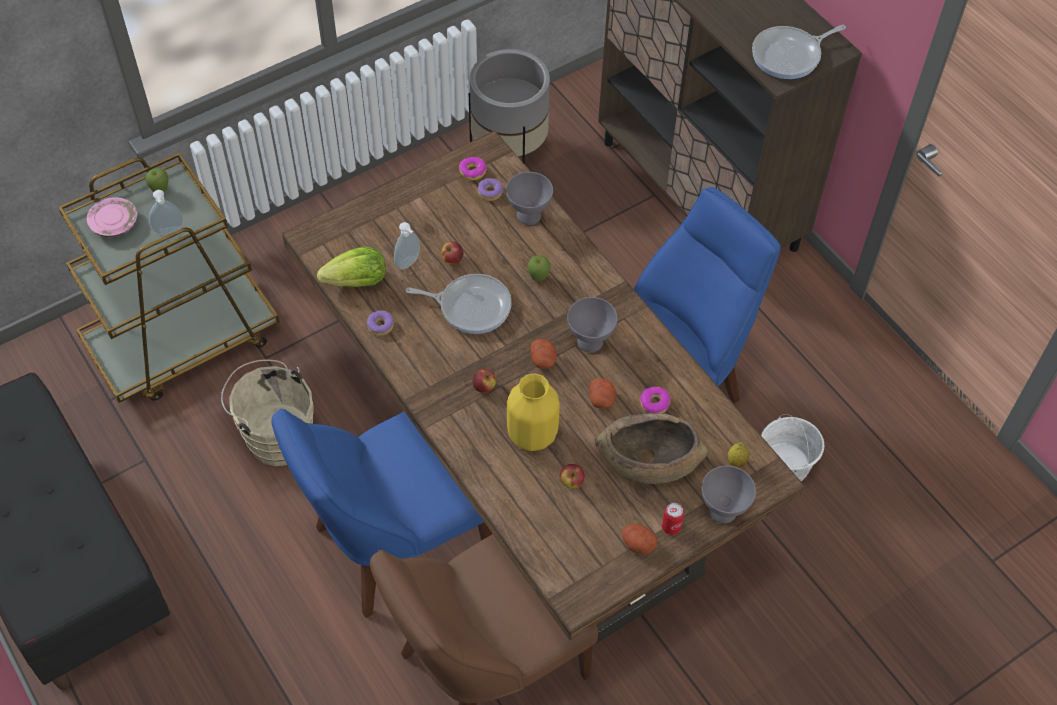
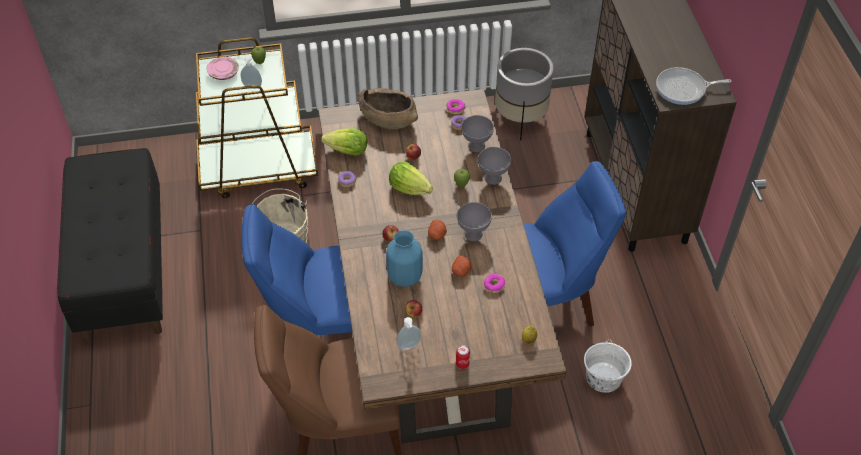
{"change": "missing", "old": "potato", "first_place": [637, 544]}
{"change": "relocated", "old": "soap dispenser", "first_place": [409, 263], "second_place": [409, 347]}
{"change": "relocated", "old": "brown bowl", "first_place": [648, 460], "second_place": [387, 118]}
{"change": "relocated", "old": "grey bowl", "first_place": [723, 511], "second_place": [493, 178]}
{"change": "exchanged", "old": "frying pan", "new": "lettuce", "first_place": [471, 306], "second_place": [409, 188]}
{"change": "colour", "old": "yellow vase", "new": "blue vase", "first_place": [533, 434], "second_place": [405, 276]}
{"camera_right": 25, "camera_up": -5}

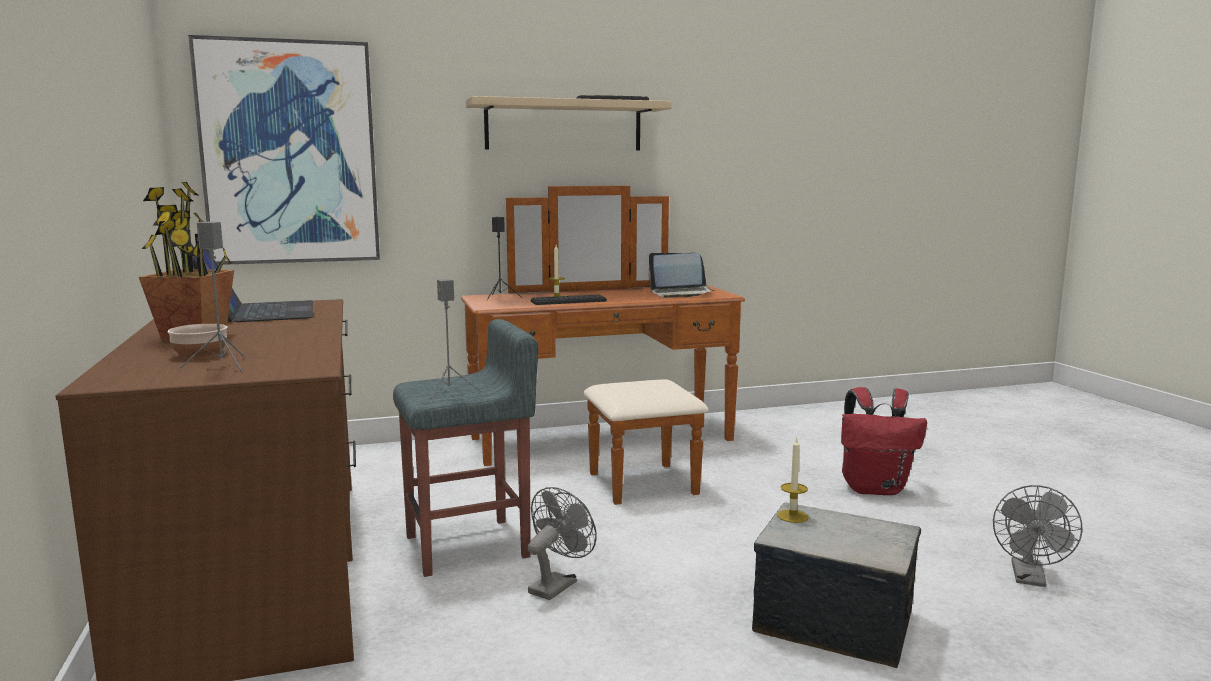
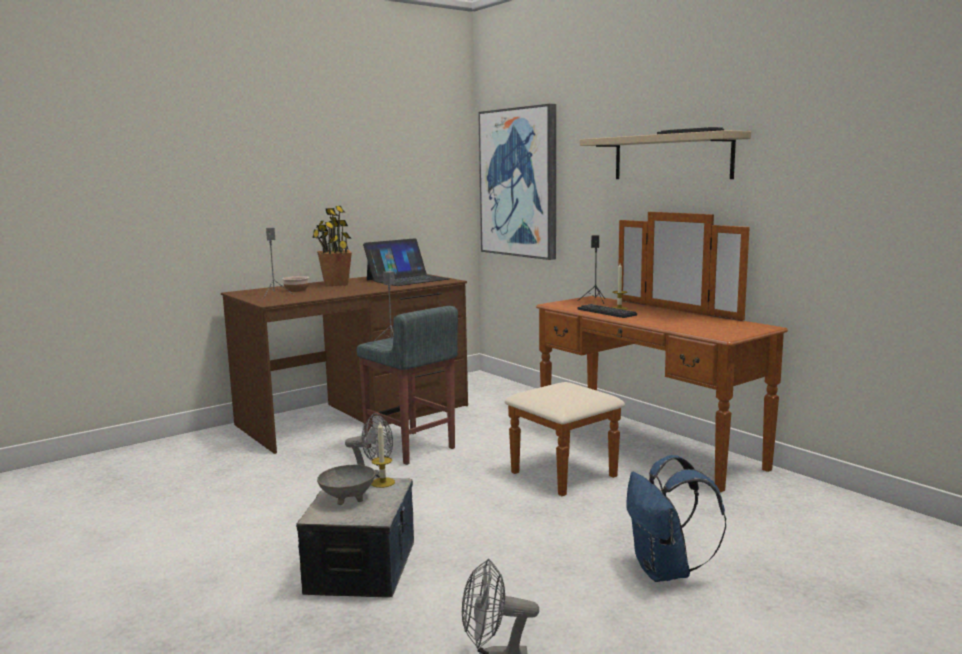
{"change": "missing", "old": "laptop", "first_place": [681, 293]}
{"change": "appeared", "new": "grey bowl", "second_place": [348, 498]}
{"change": "colour", "old": "red backpack", "new": "blue backpack", "first_place": [875, 488], "second_place": [666, 571]}
{"camera_right": 70, "camera_up": 0}

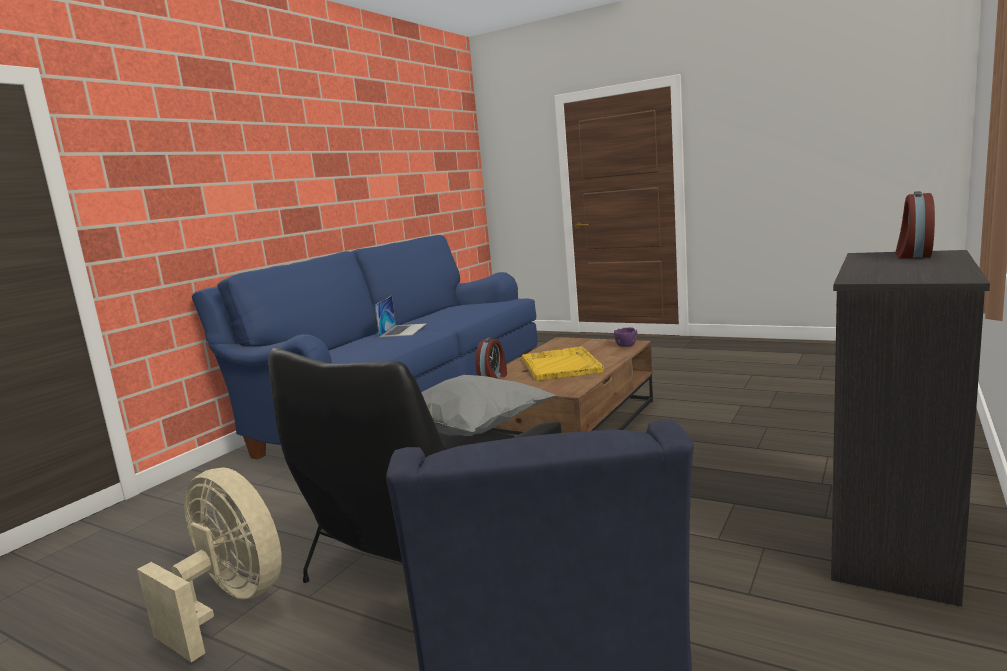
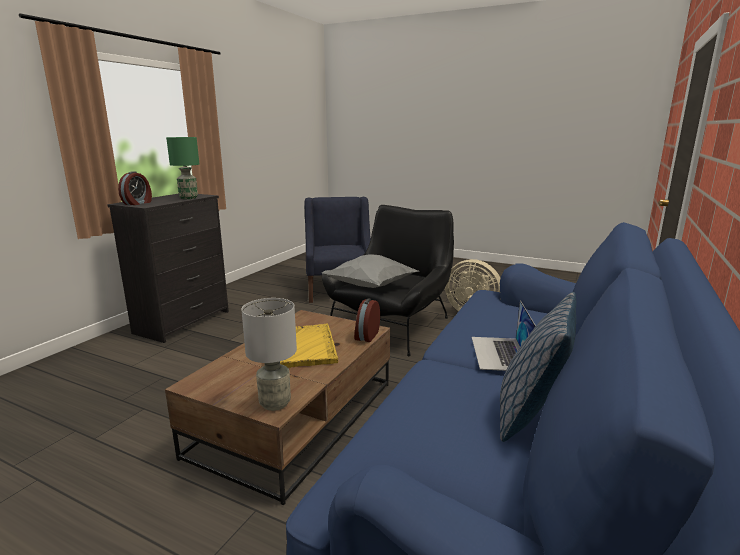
{"change": "missing", "old": "purple bowl", "first_place": [625, 345]}
{"change": "appeared", "new": "green table lamp", "second_place": [188, 198]}
{"change": "appeared", "new": "grey table lamp", "second_place": [275, 403]}
{"change": "appeared", "new": "pillow", "second_place": [531, 413]}
{"camera_right": 175, "camera_up": 5}

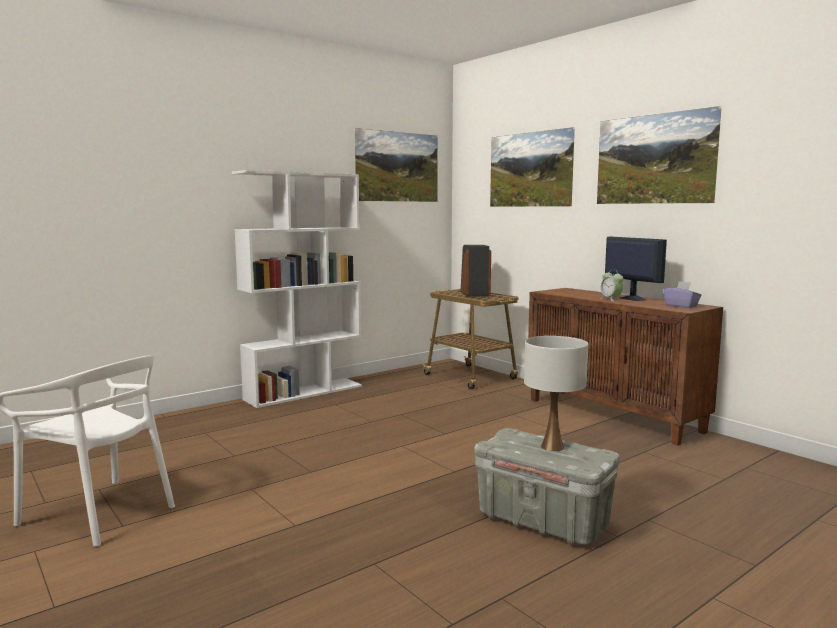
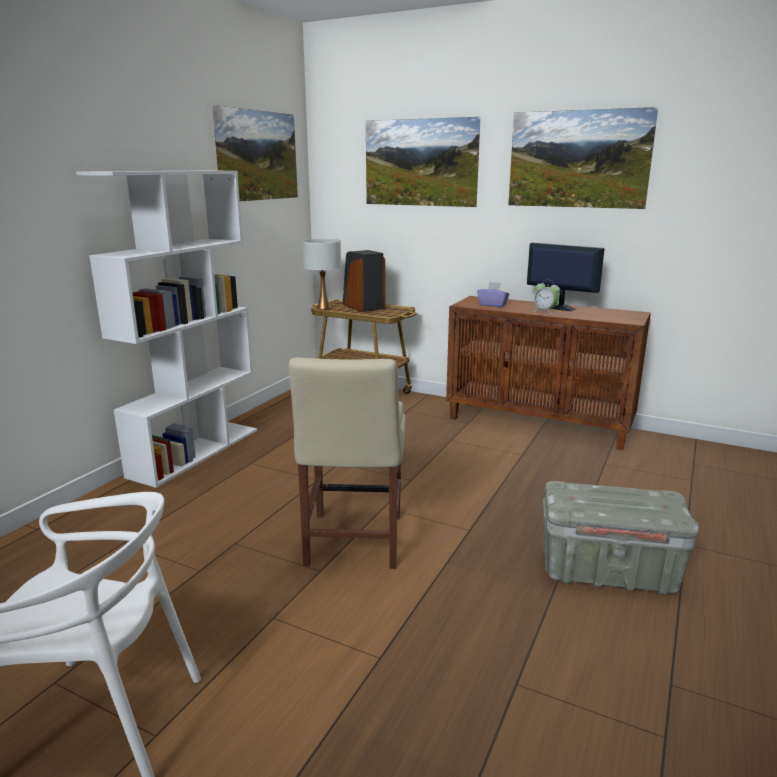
{"change": "appeared", "new": "beige chair", "second_place": [352, 543]}
{"change": "relocated", "old": "white table lamp", "first_place": [552, 446], "second_place": [323, 307]}
{"change": "relocated", "old": "purple tissue box", "first_place": [681, 306], "second_place": [492, 305]}
{"camera_right": -25, "camera_up": 10}

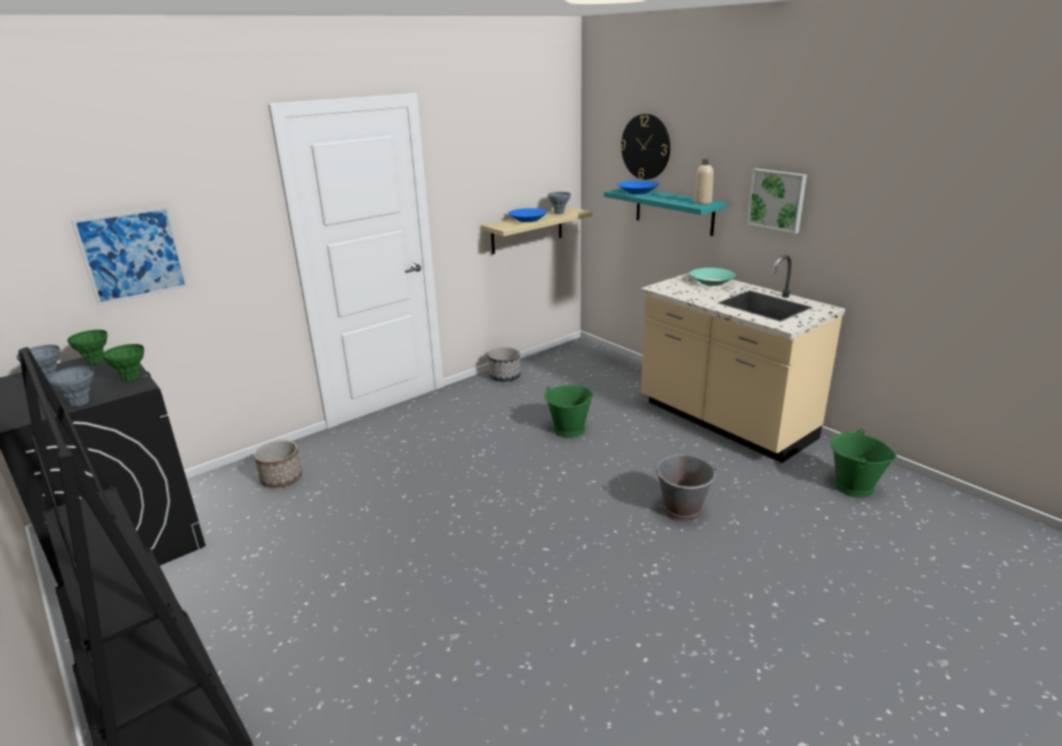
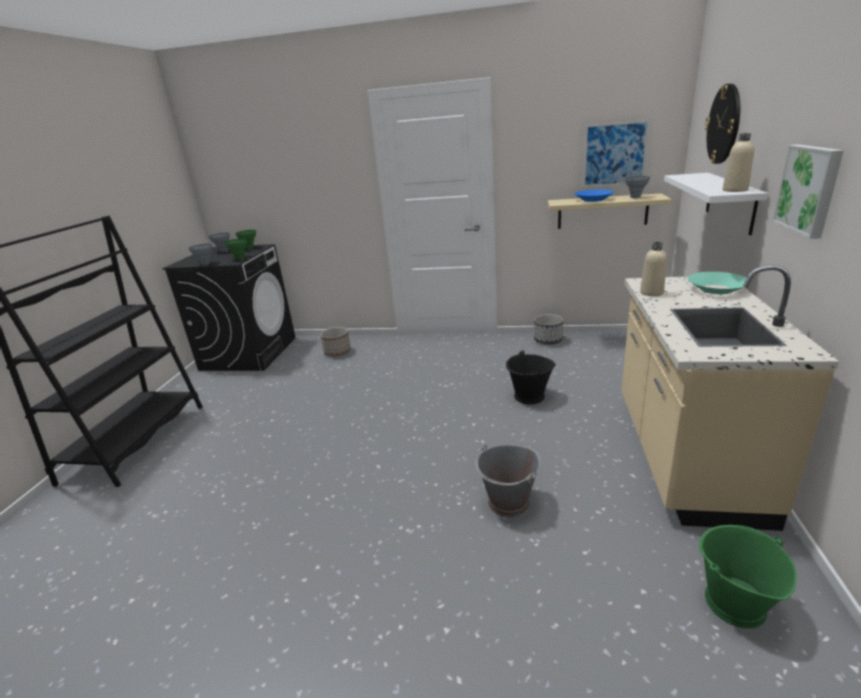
{"change": "missing", "old": "blue bowl", "first_place": [637, 192]}
{"change": "appeared", "new": "beige bottle", "second_place": [651, 293]}
{"change": "relocated", "old": "picture", "first_place": [133, 255], "second_place": [614, 154]}
{"change": "colour", "old": "green bucket", "new": "black bucket", "first_place": [569, 430], "second_place": [529, 396]}
{"change": "colour", "old": "turquoise shelf", "new": "white shelf", "first_place": [674, 210], "second_place": [730, 202]}
{"camera_right": 50, "camera_up": 0}

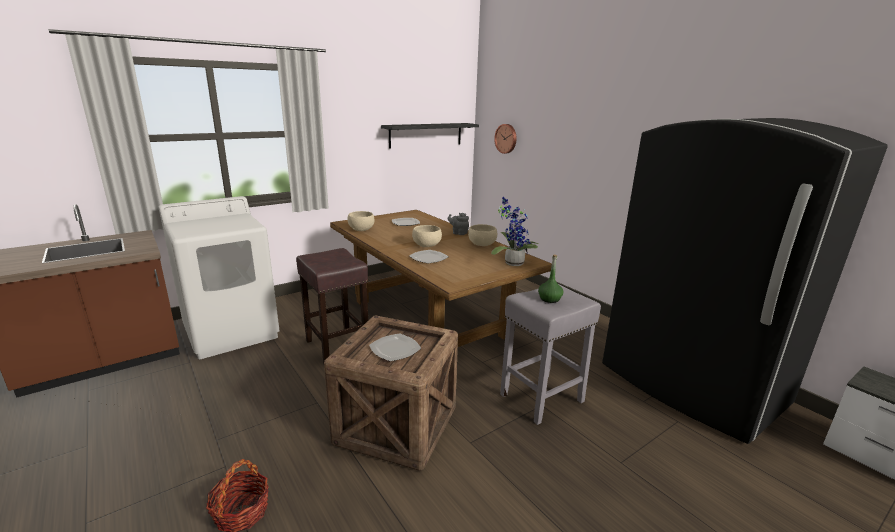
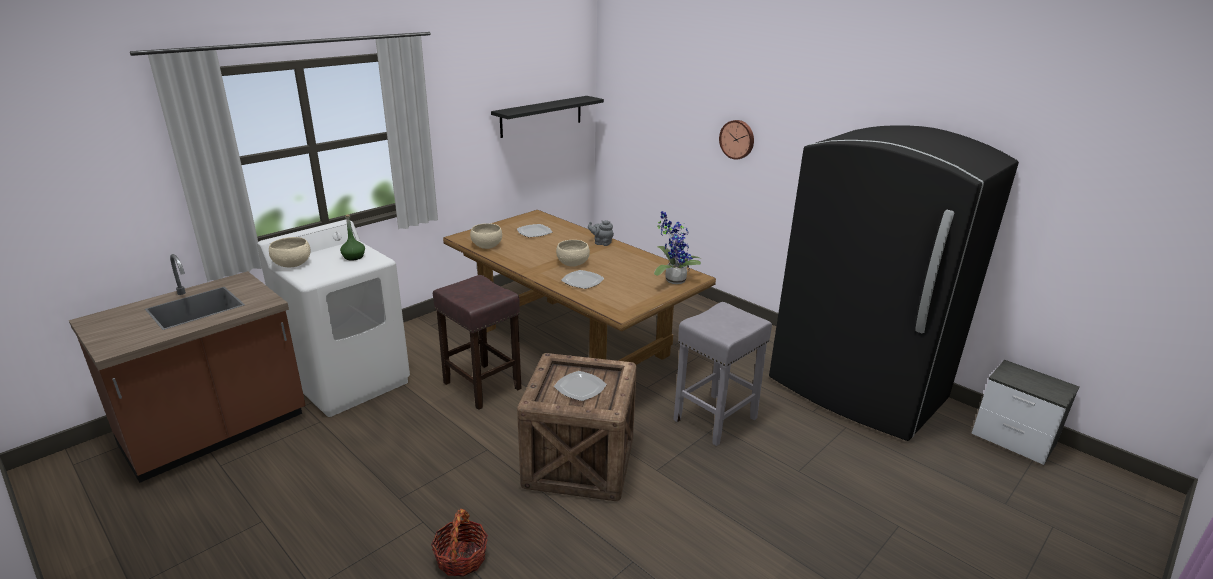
{"change": "relocated", "old": "beige bowl", "first_place": [482, 244], "second_place": [292, 264]}
{"change": "relocated", "old": "wall clock", "first_place": [506, 138], "second_place": [737, 139]}
{"change": "relocated", "old": "green bottle", "first_place": [549, 299], "second_place": [354, 257]}
{"camera_right": -10, "camera_up": 5}

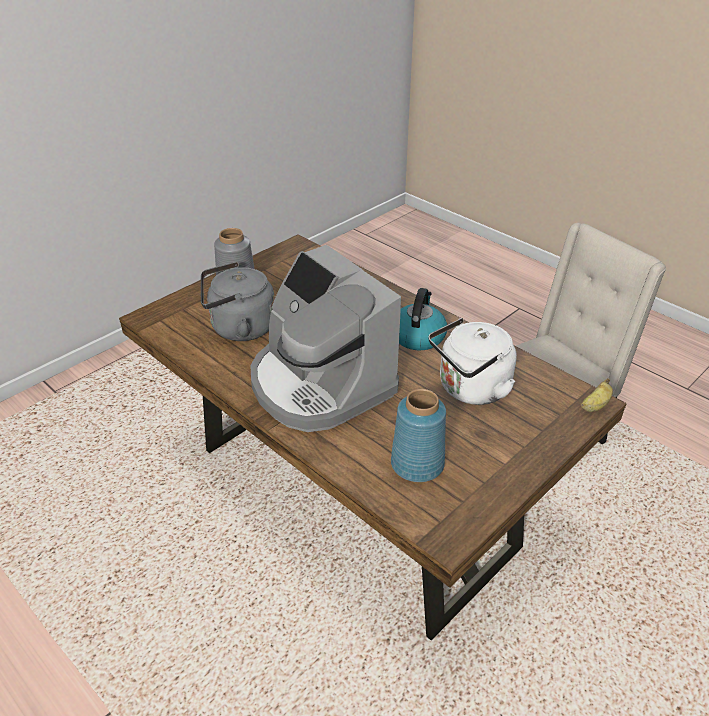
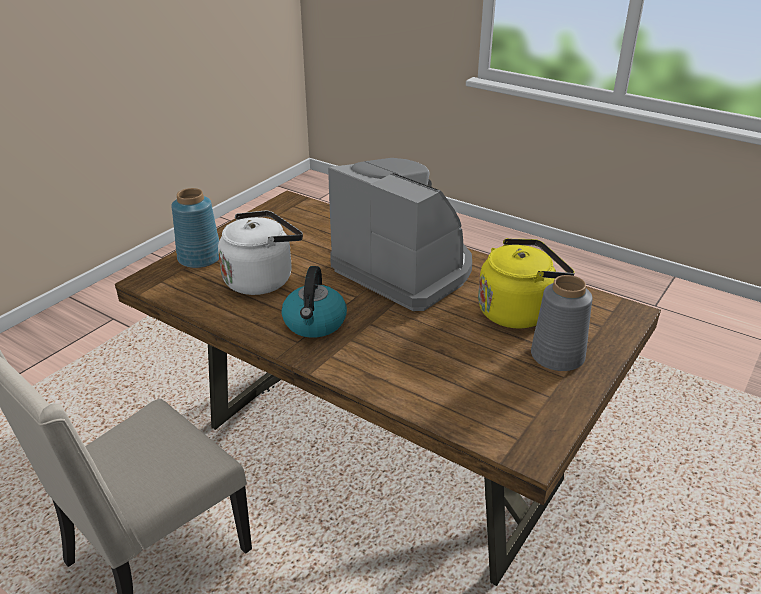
{"change": "missing", "old": "banana", "first_place": [595, 406]}
{"change": "relocated", "old": "blue vase", "first_place": [416, 463], "second_place": [200, 258]}
{"change": "colour", "old": "grey kettle", "new": "yellow kettle", "first_place": [239, 328], "second_place": [518, 311]}
{"camera_right": 170, "camera_up": -5}

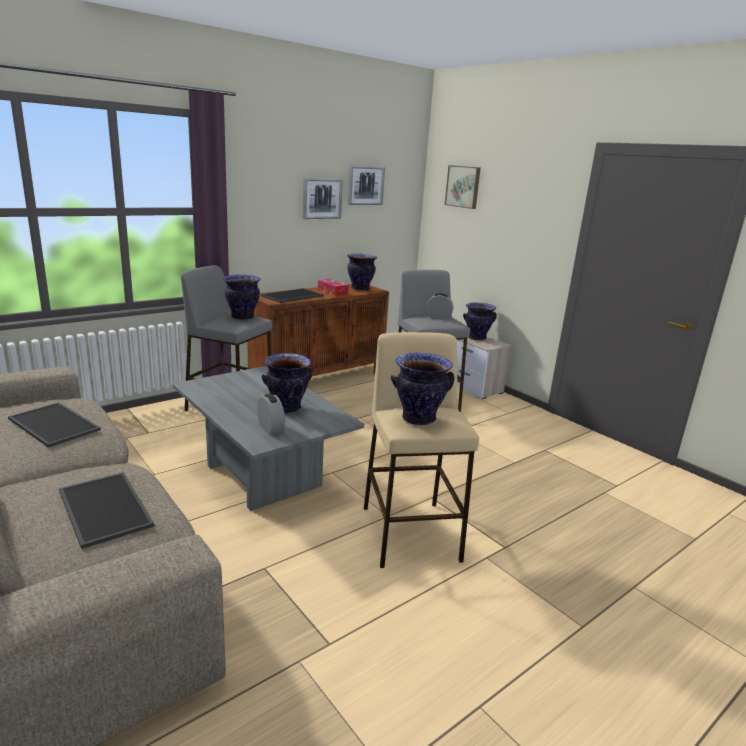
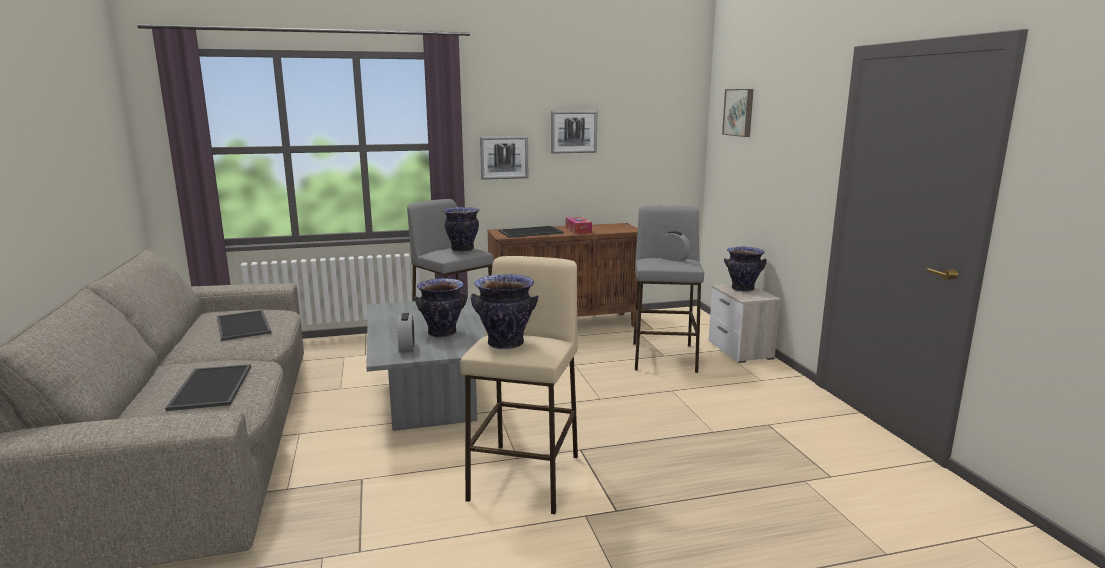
{"change": "missing", "old": "vase", "first_place": [360, 289]}
{"change": "relocated", "old": "picture", "first_place": [365, 185], "second_place": [504, 157]}
{"camera_right": 25, "camera_up": -5}

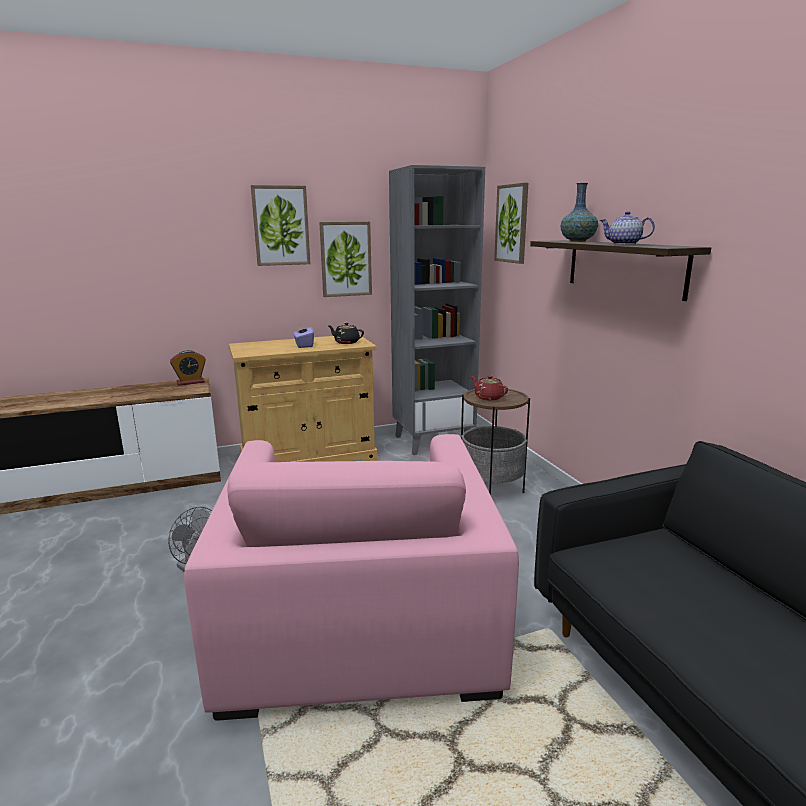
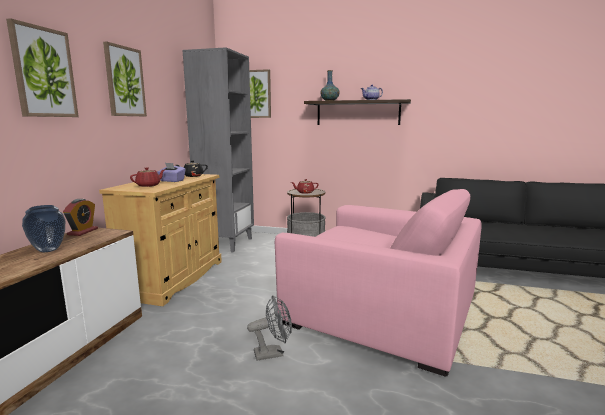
{"change": "appeared", "new": "vase", "second_place": [48, 250]}
{"change": "appeared", "new": "red teapot", "second_place": [149, 185]}
{"change": "relocated", "old": "picture", "first_place": [345, 259], "second_place": [43, 72]}
{"camera_right": -55, "camera_up": -5}

